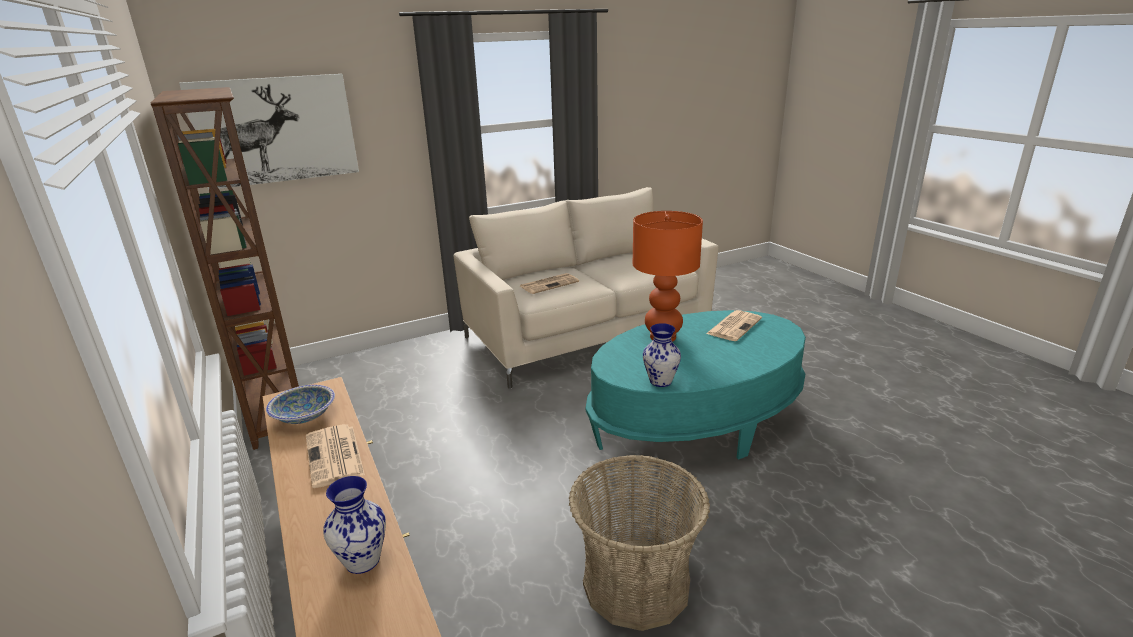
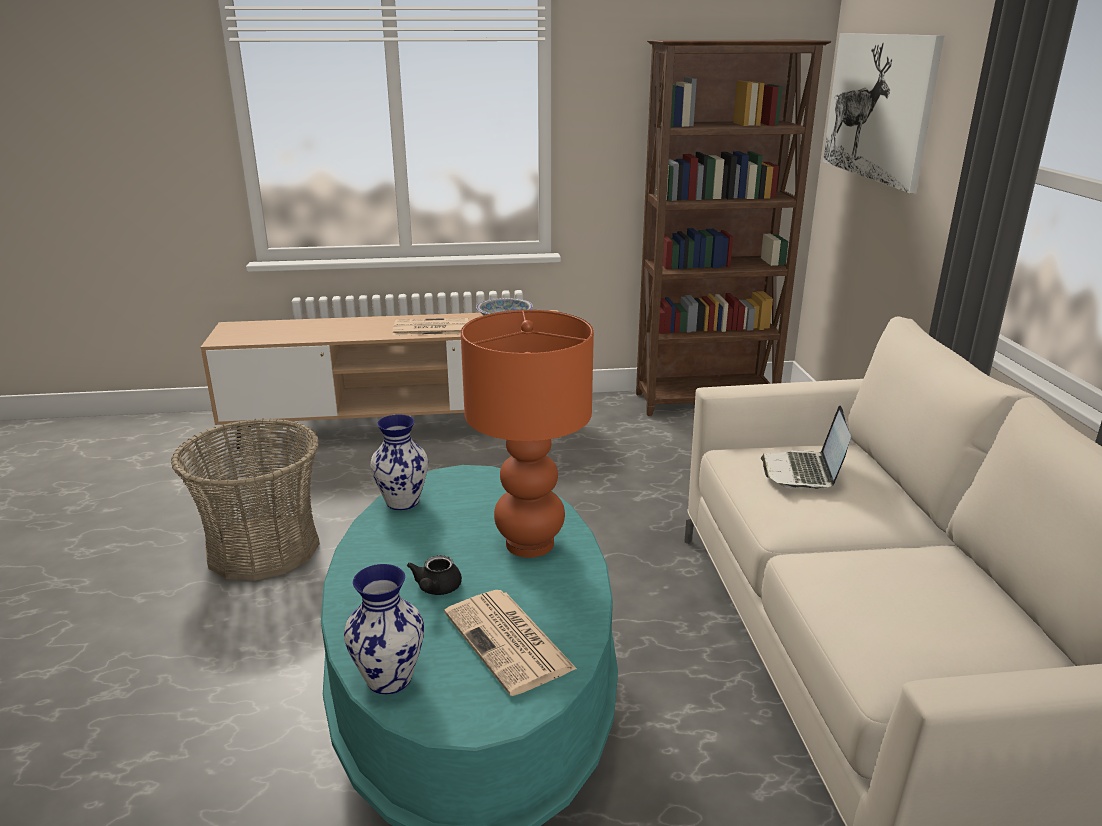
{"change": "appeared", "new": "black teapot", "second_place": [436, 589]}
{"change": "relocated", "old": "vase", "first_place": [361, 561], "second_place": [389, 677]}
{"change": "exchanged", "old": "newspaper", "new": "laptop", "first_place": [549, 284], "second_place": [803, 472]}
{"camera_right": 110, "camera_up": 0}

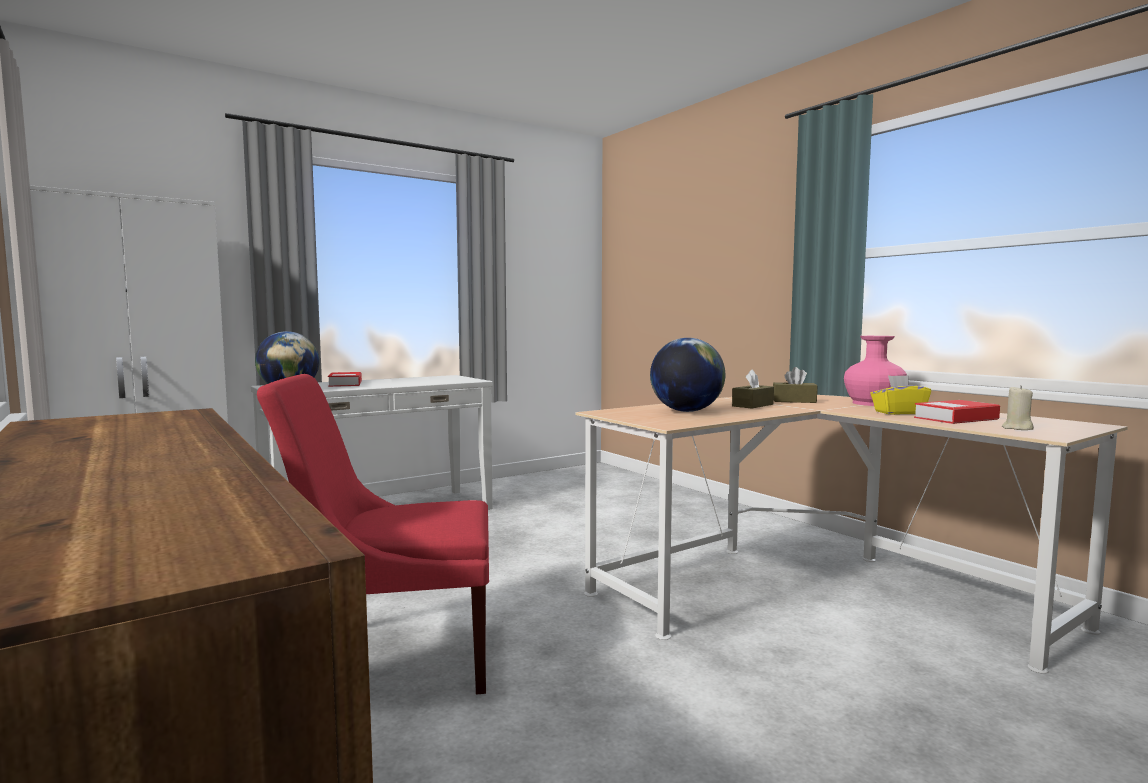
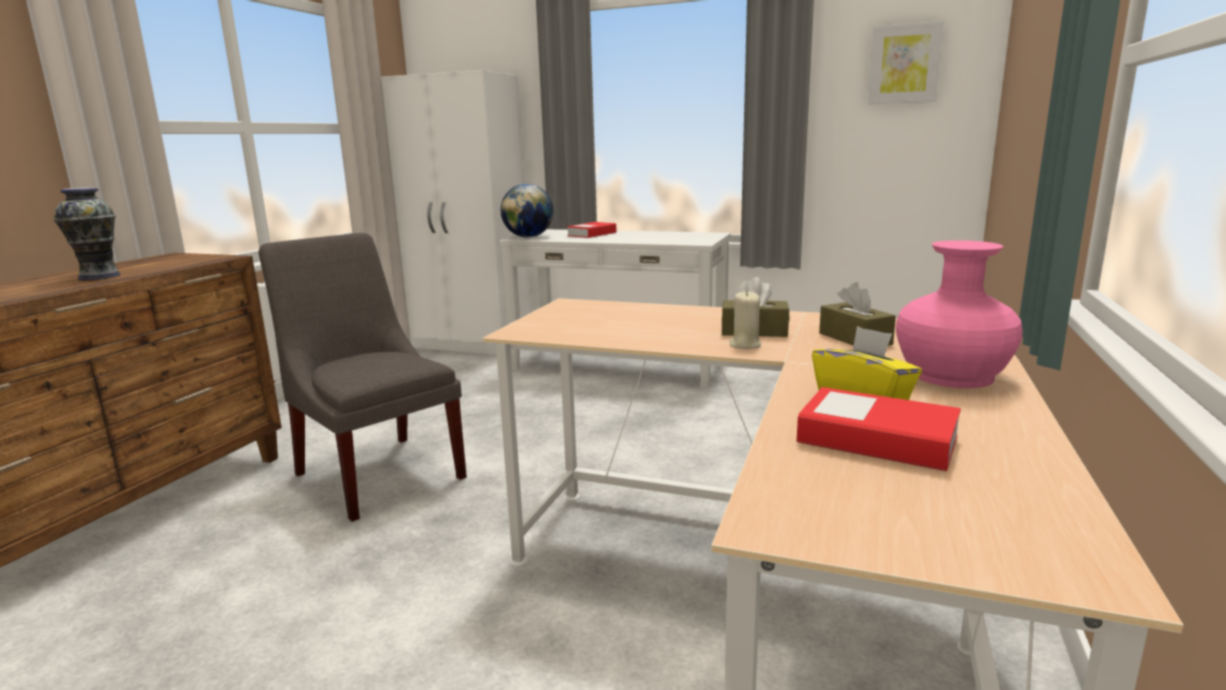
{"change": "missing", "old": "globe", "first_place": [686, 411]}
{"change": "appeared", "new": "vase", "second_place": [100, 277]}
{"change": "appeared", "new": "picture", "second_place": [904, 64]}
{"change": "relocated", "old": "beige candle", "first_place": [1017, 428], "second_place": [745, 345]}
{"change": "colour", "old": "red chair", "new": "grey chair", "first_place": [392, 659], "second_place": [377, 472]}
{"camera_right": 55, "camera_up": 10}

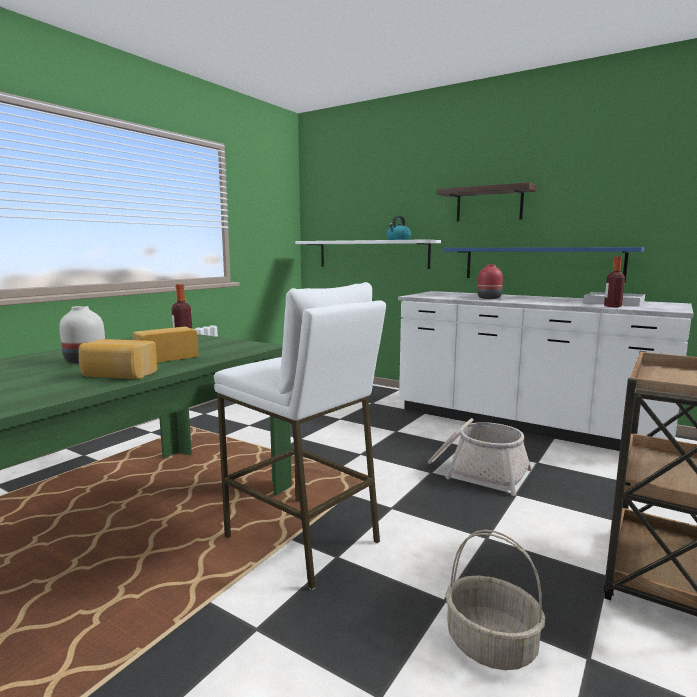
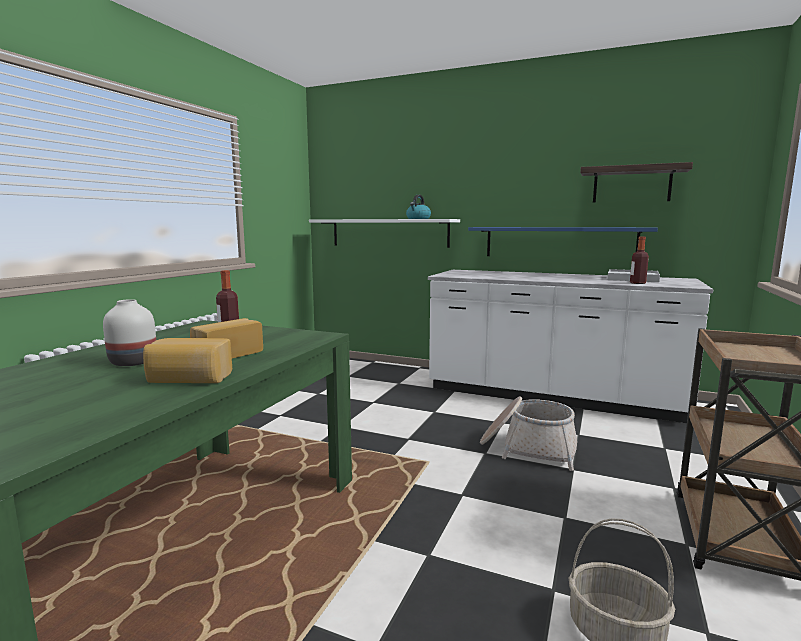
{"change": "missing", "old": "white stool", "first_place": [302, 540]}
{"change": "missing", "old": "red vase", "first_place": [489, 298]}
{"change": "relocated", "old": "shelf", "first_place": [489, 204], "second_place": [631, 184]}
{"camera_right": -10, "camera_up": 0}

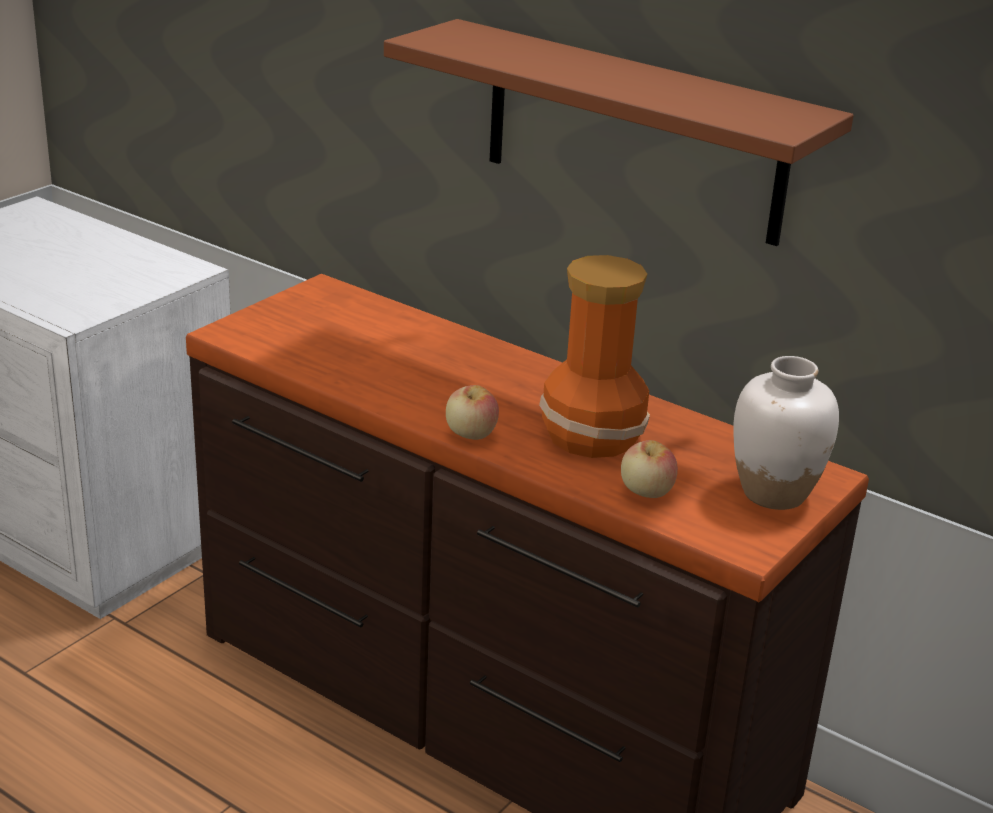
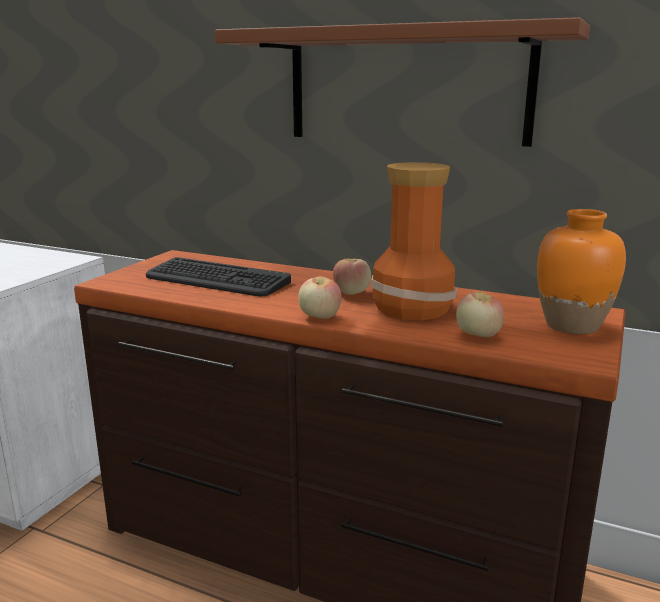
{"change": "appeared", "new": "keyboard", "second_place": [216, 279]}
{"change": "appeared", "new": "apple", "second_place": [351, 292]}
{"change": "colour", "old": "white vase", "new": "orange vase", "first_place": [773, 493], "second_place": [571, 325]}
{"camera_right": -10, "camera_up": -10}

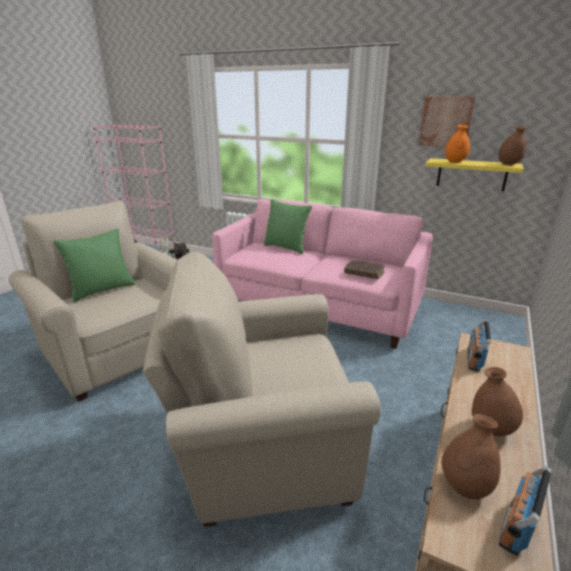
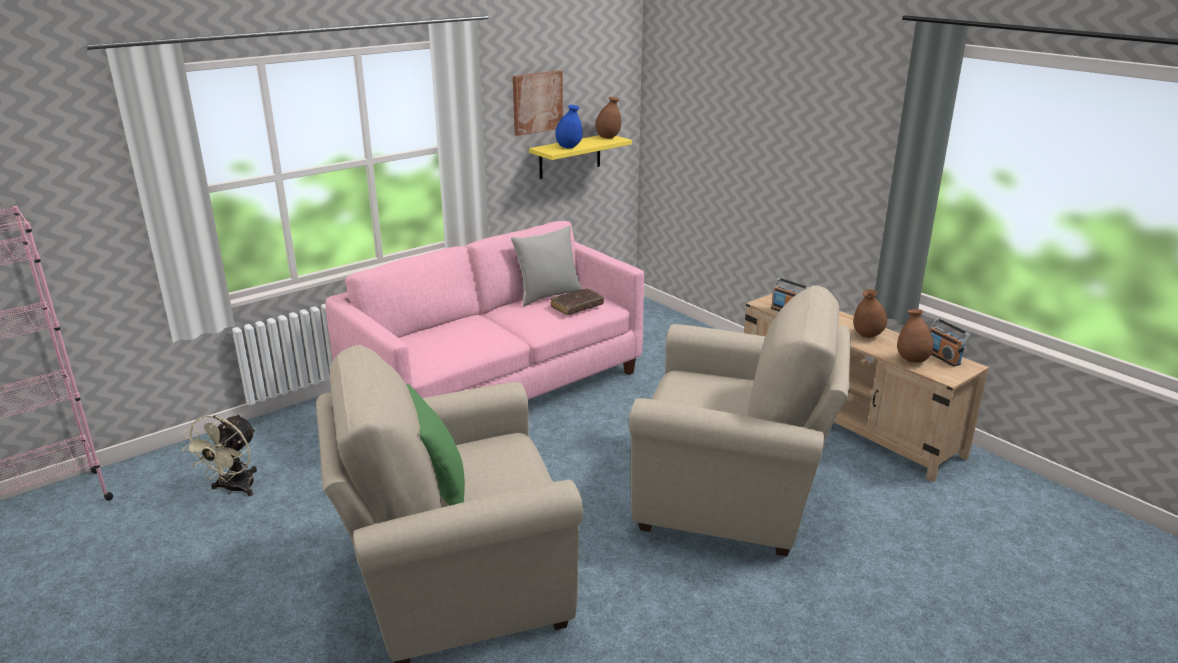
{"change": "missing", "old": "green pillow", "first_place": [286, 247]}
{"change": "appeared", "new": "grey pillow", "second_place": [548, 295]}
{"change": "colour", "old": "orange vase", "new": "blue vase", "first_place": [455, 162], "second_place": [569, 147]}
{"change": "spun", "old": "beige armchair", "first_place": [260, 446], "second_place": [733, 494], "degrees": -90}
{"camera_right": -65, "camera_up": 0}

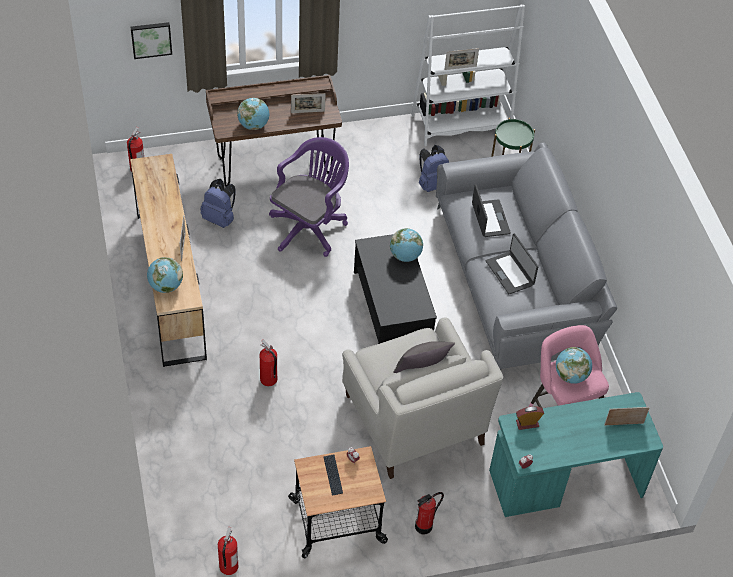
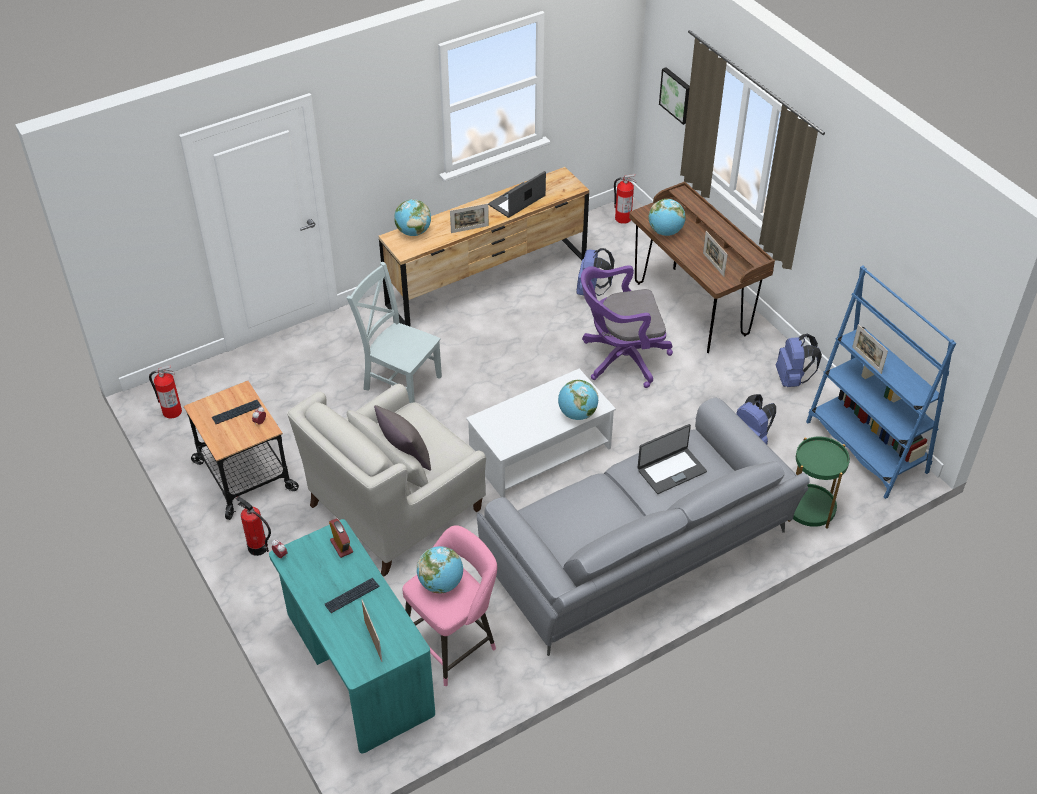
{"change": "appeared", "new": "keyboard", "second_place": [352, 596]}
{"change": "appeared", "new": "blue backpack", "second_place": [792, 379]}
{"change": "relocated", "old": "laptop", "first_place": [510, 273], "second_place": [517, 201]}
{"change": "exchanged", "old": "fire extinguisher", "new": "grey chair", "first_place": [268, 380], "second_place": [400, 381]}
{"change": "colour", "old": "black coffee table", "new": "white coffee table", "first_place": [392, 309], "second_place": [539, 452]}
{"change": "colour", "old": "white bookcase", "new": "blue bookcase", "first_place": [461, 125], "second_place": [866, 447]}
{"change": "spun", "old": "purple office chair", "first_place": [310, 227], "second_place": [620, 358], "degrees": 150}
{"camera_right": 75, "camera_up": -5}

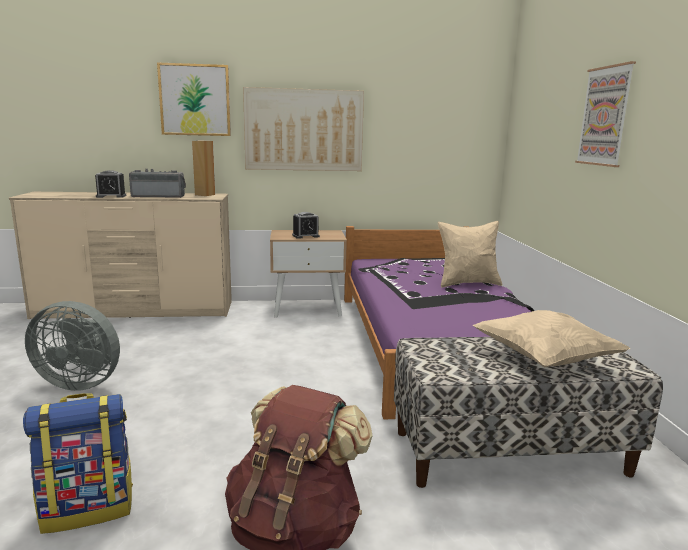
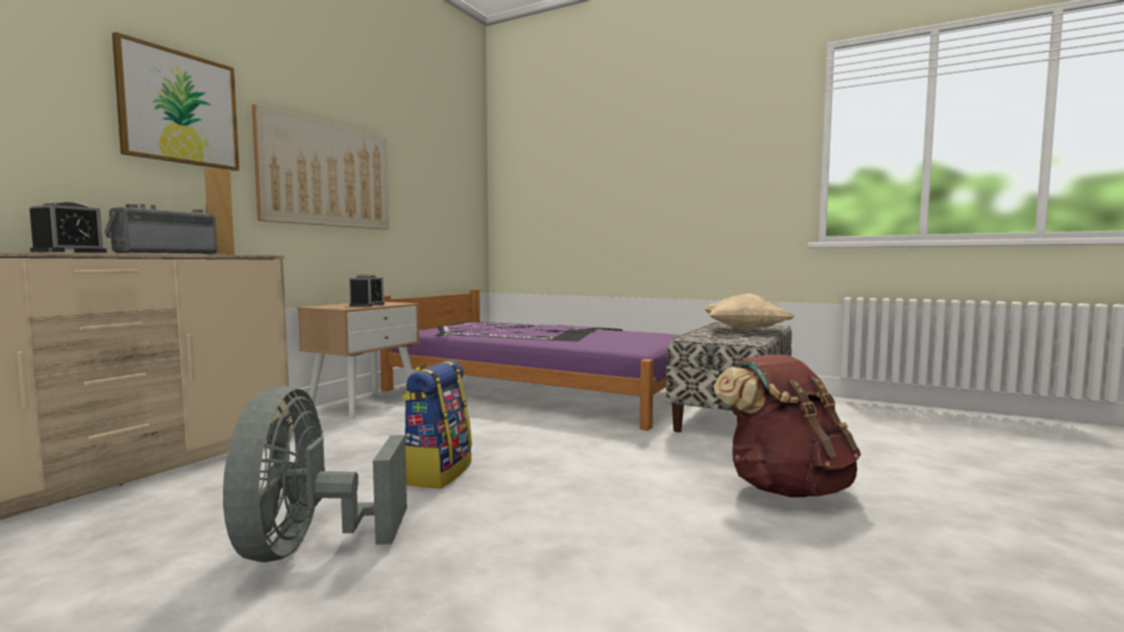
{"change": "missing", "old": "beige pillow", "first_place": [467, 283]}
{"change": "missing", "old": "picture", "first_place": [605, 116]}
{"change": "relocated", "old": "backpack", "first_place": [89, 508], "second_place": [437, 473]}
{"change": "spun", "old": "grey fan", "first_place": [81, 382], "second_place": [308, 546], "degrees": 135}
{"camera_right": -55, "camera_up": -10}

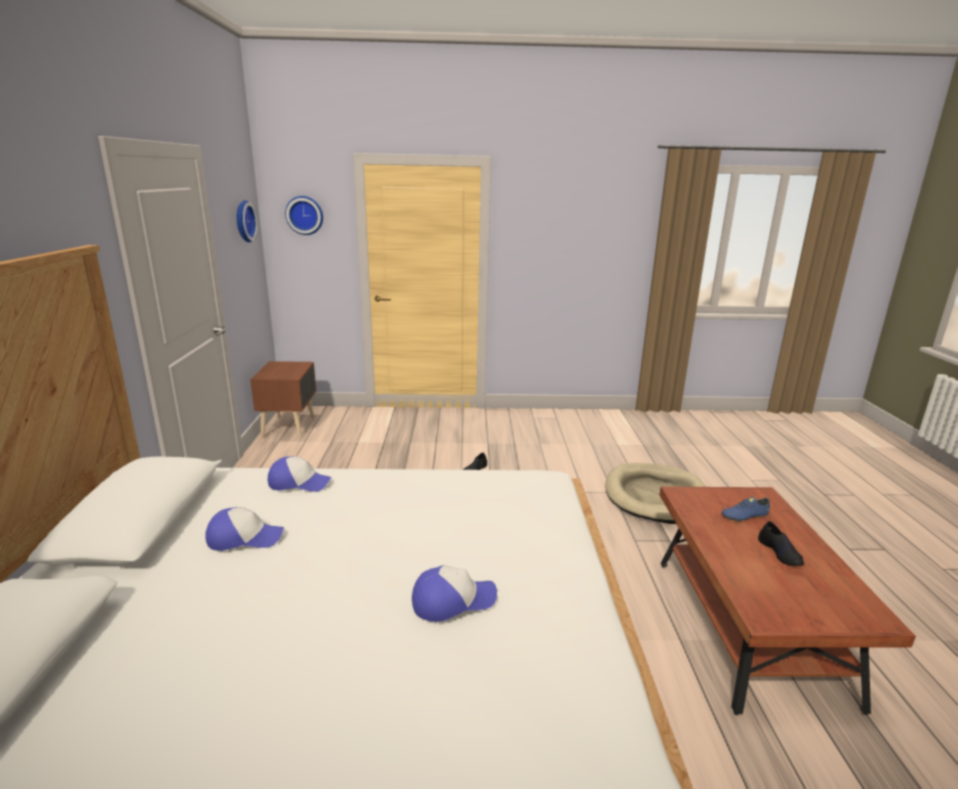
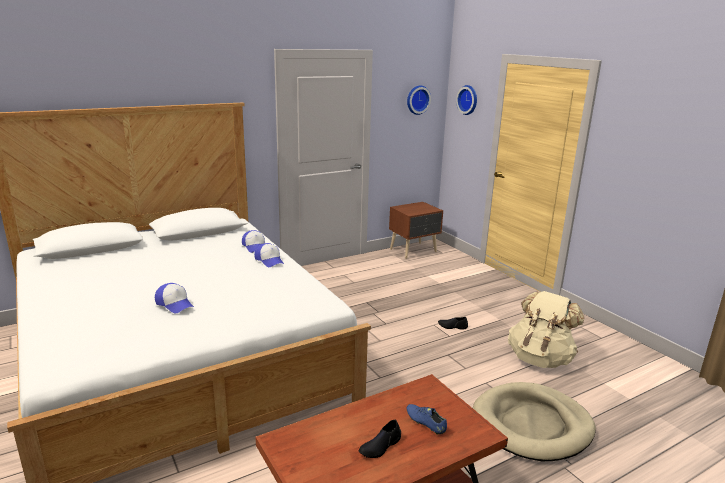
{"change": "appeared", "new": "beige backpack", "second_place": [540, 358]}
{"change": "relocated", "old": "cap", "first_place": [245, 538], "second_place": [269, 260]}
{"camera_right": 60, "camera_up": 0}

